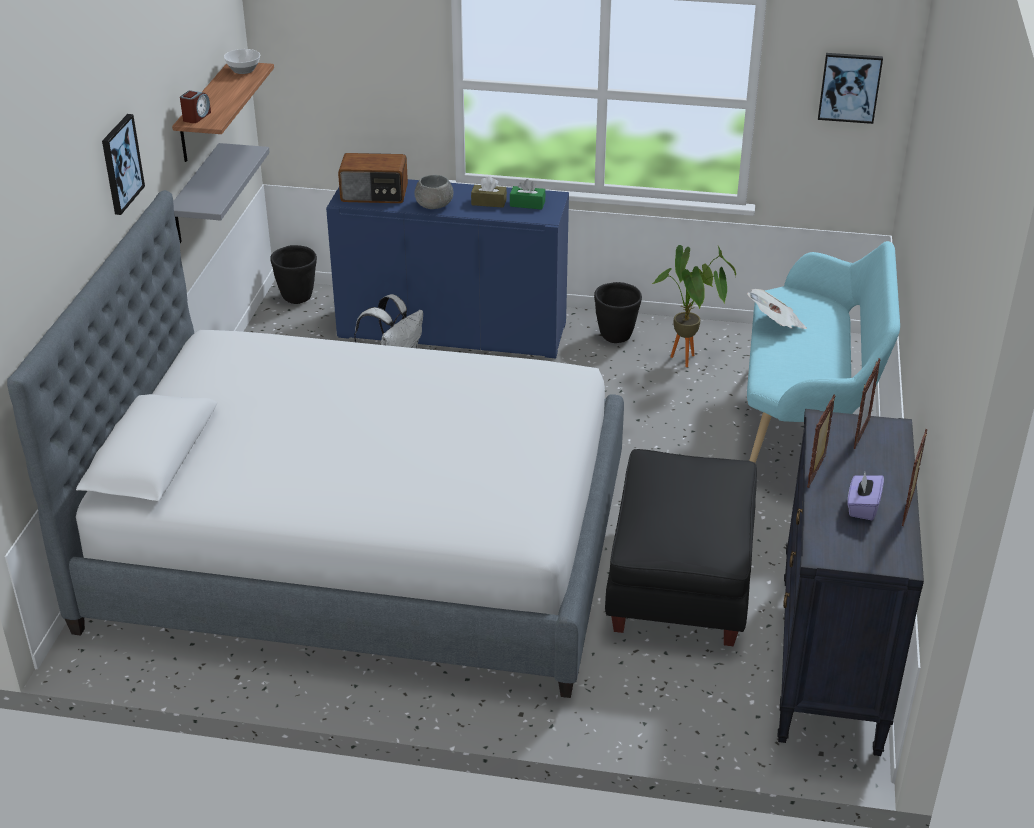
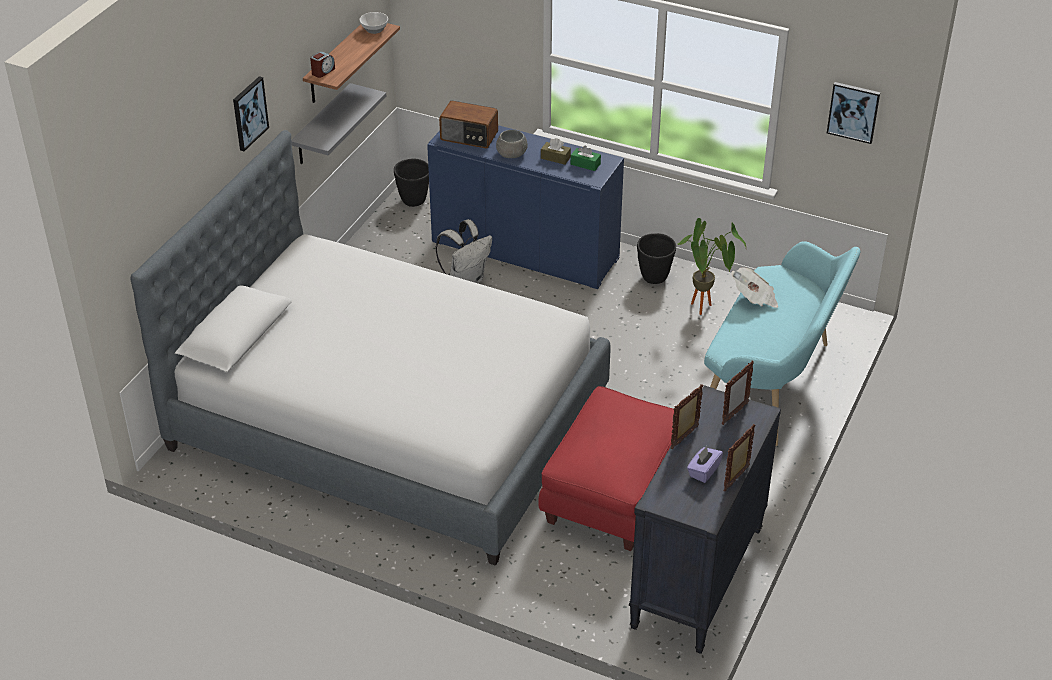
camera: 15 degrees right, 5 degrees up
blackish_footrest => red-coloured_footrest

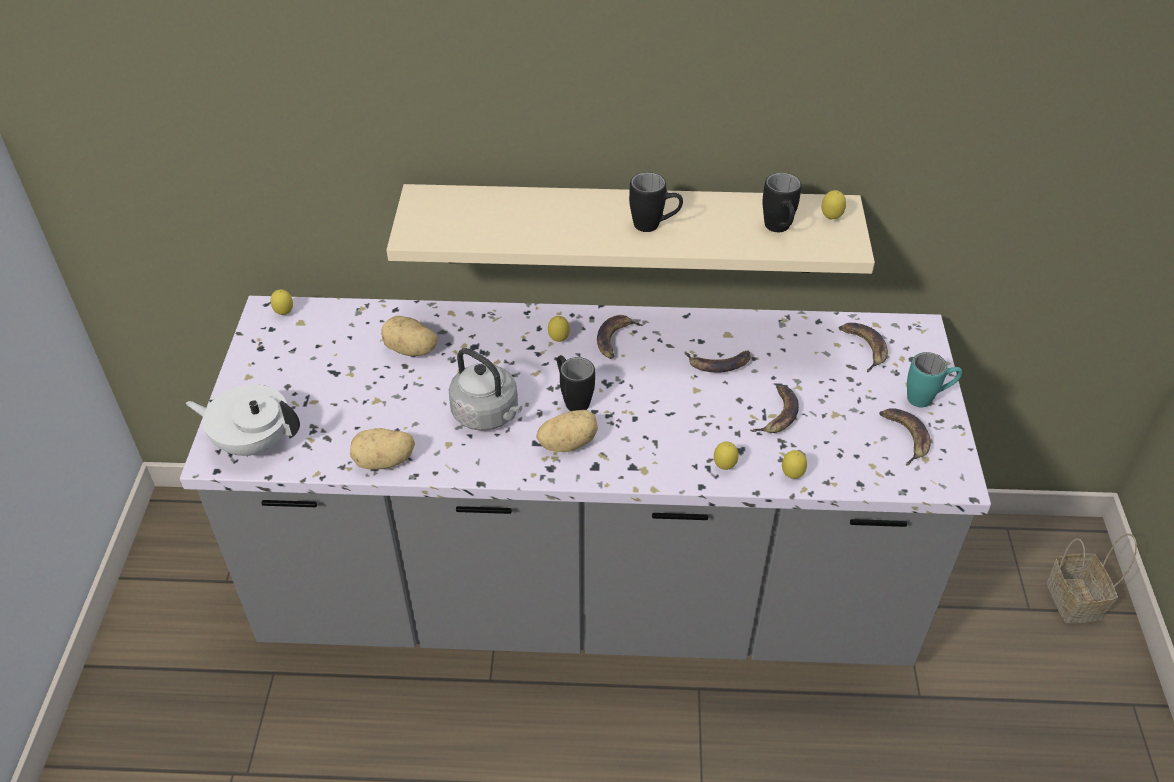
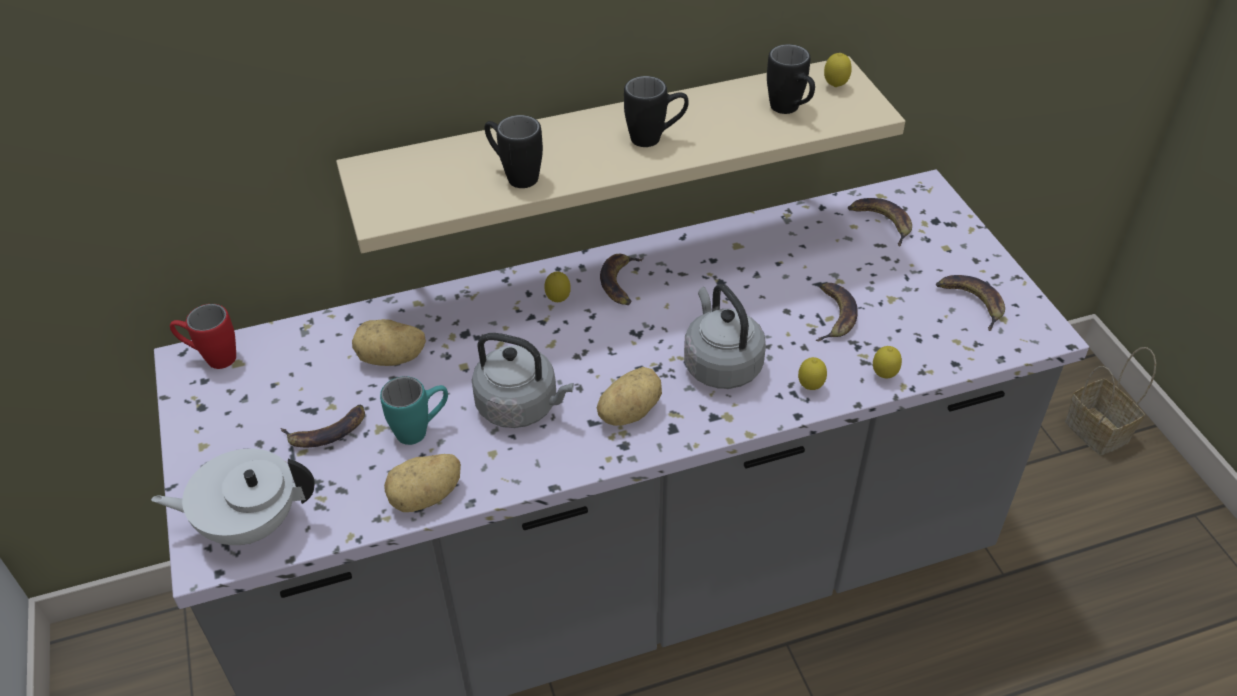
camera: 20 degrees left, 0 degrees up
nothing => gray_kettle (no. 2 from left)
blackish_coffee_mug (no. 1 from left), shifted
banana (no. 2 from left in the first image) => banana (no. 1 from left), shifted
turquoise-coloured_coffee_mug, shifted
lemon (no. 1 from left) => red-coloured_coffee_mug

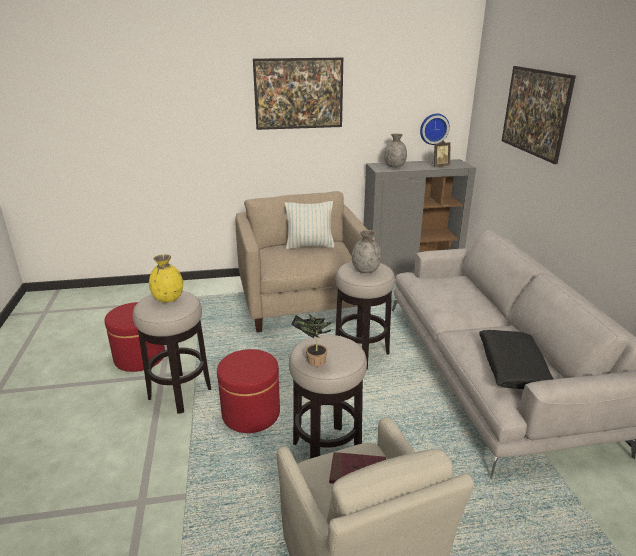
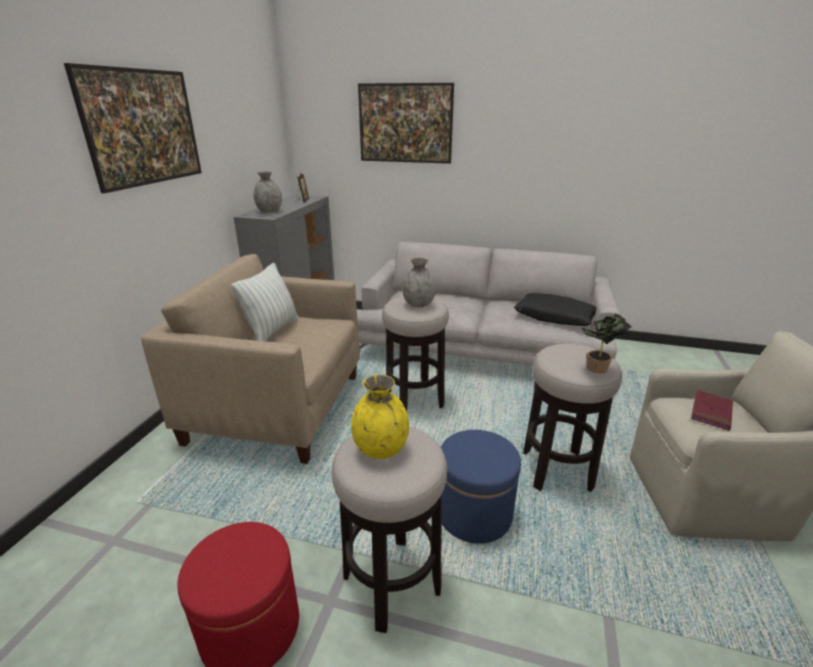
camera: 65 degrees left, 0 degrees up
hanging_clock => nothing
red-coloured_footrest (no. 2 from left) => blue-coloured_footrest

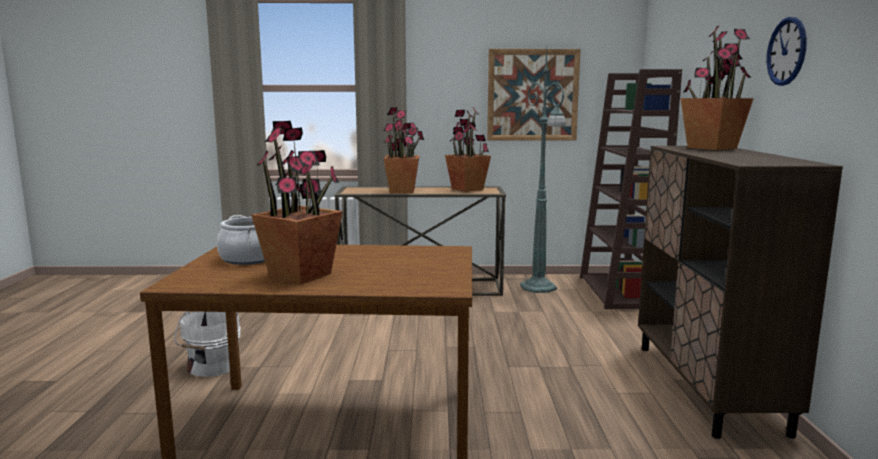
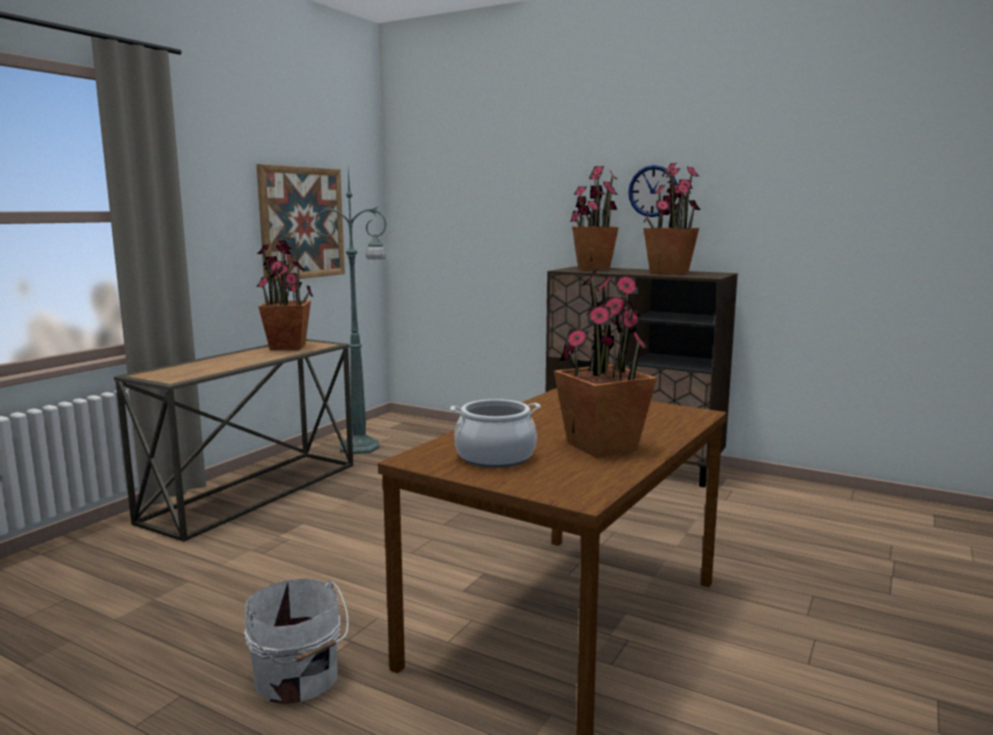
camera: 60 degrees left, 0 degrees up
brown-coloured_shelving_unit => nothing
houseplant (no. 2 from left in the first image) => houseplant (no. 4 from left), shifted

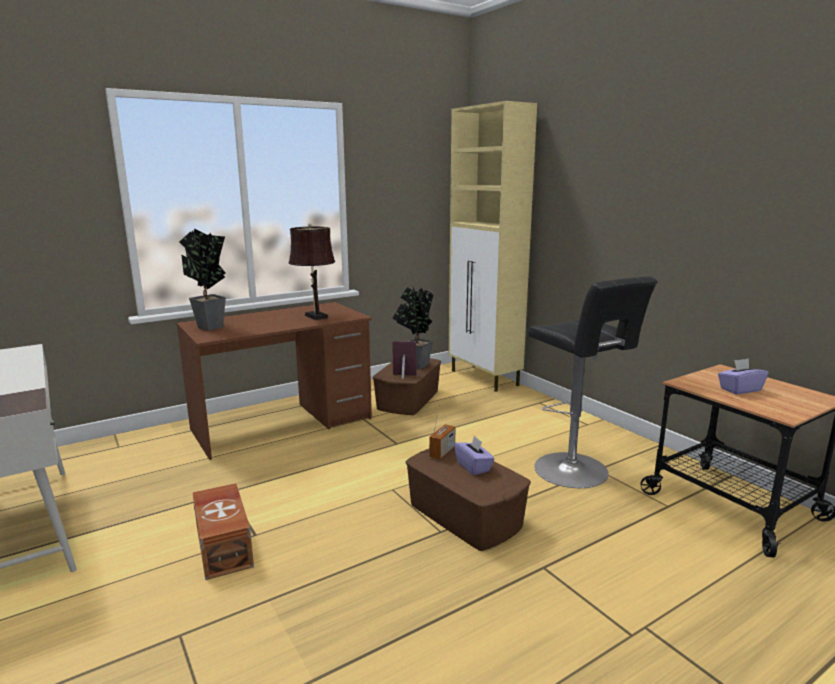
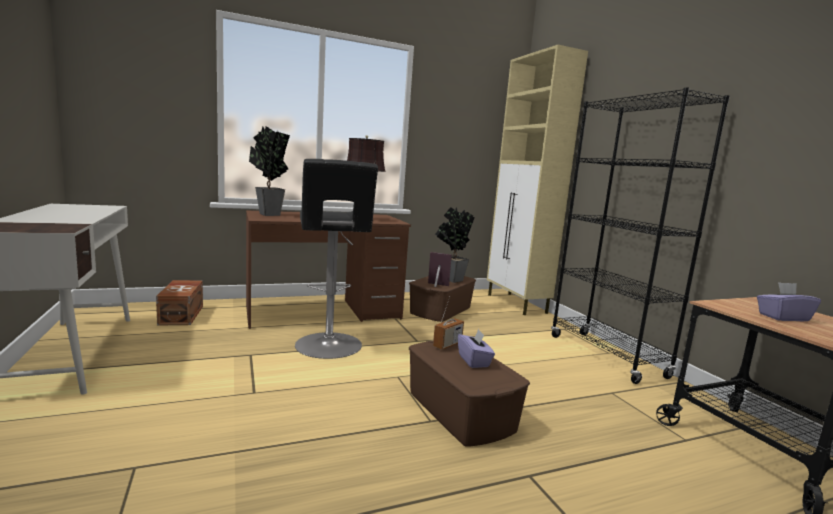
camera: 10 degrees right, 5 degrees down
nothing => blackish_shelving_unit
brown-coloured_storage_box (no. 1 from left), shifted
blackish_stool, shifted

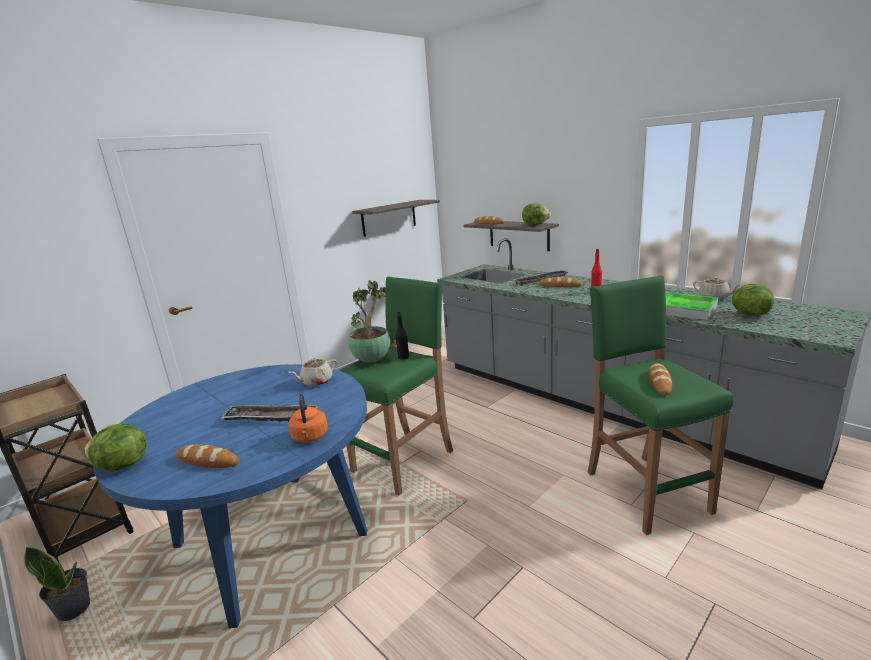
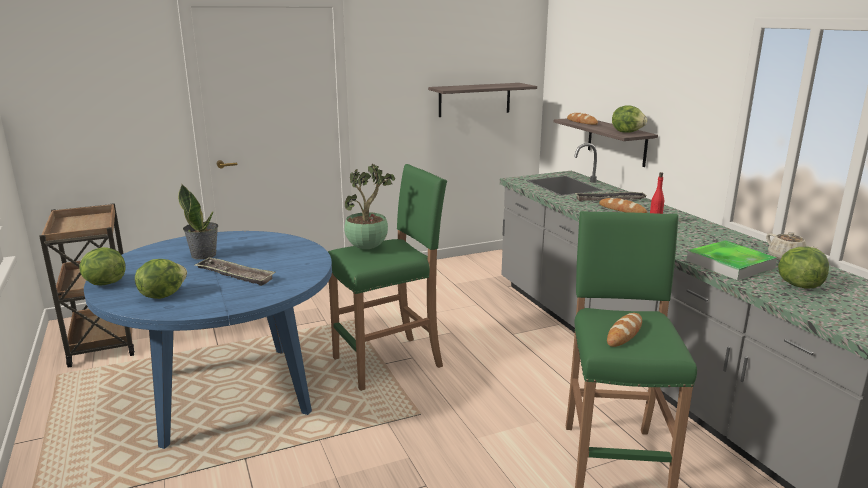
camera: 20 degrees right, 0 degrees up
sand-coloured_teapot (no. 1 from left) => nothing
orangey_kettle => nothing
blackish_beverage_bottle => nothing
houseplant (no. 1 from left), shifted
bakery_bread (no. 1 from left) => head_of_lettuce (no. 2 from left)

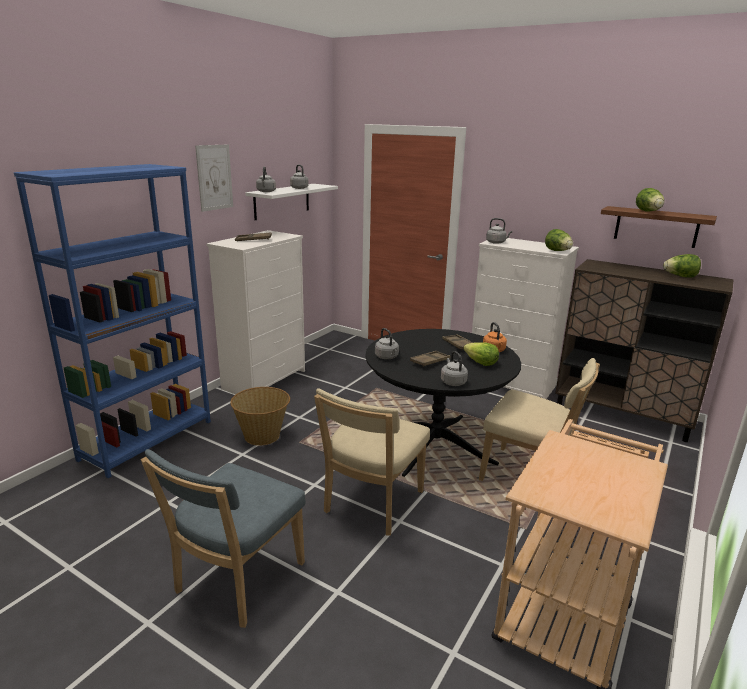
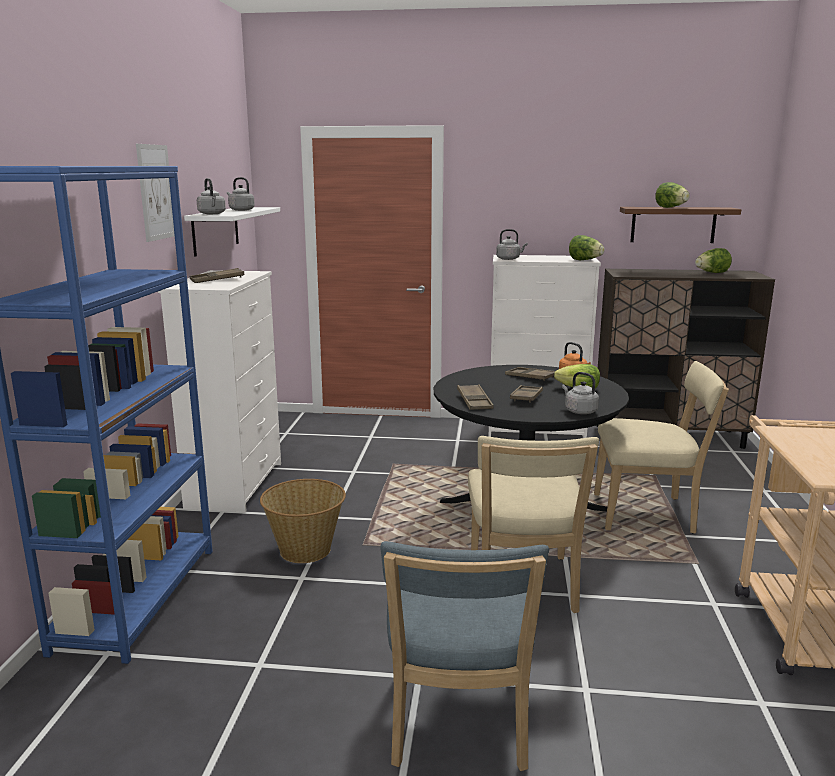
camera: 25 degrees left, 5 degrees down
gray_kettle (no. 3 from left) => brown-coloured_serving_tray (no. 2 from left)

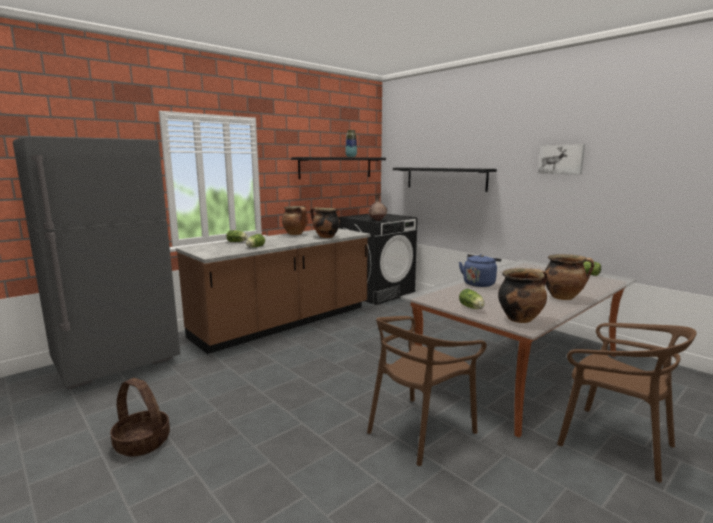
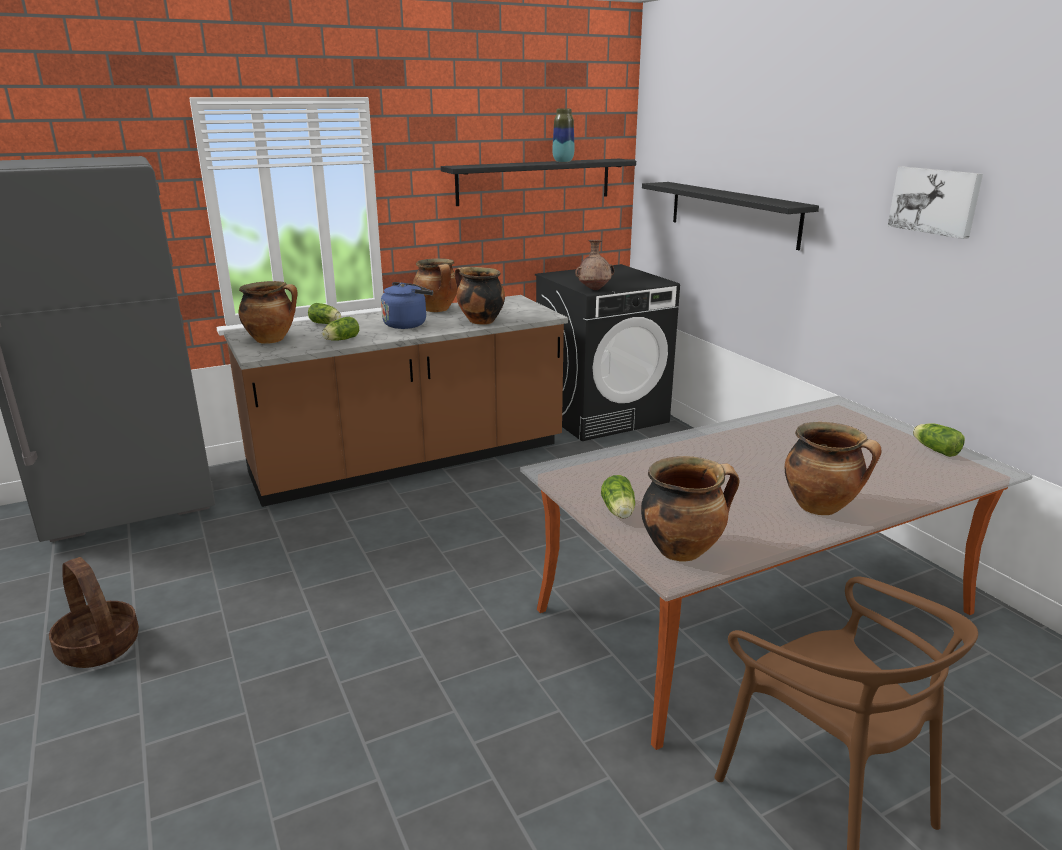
camera: 15 degrees right, 10 degrees up
brown-coloured_chair (no. 1 from left) => nothing
nothing => cooking_pot (no. 1 from left)
blue-coloured_kettle, shifted

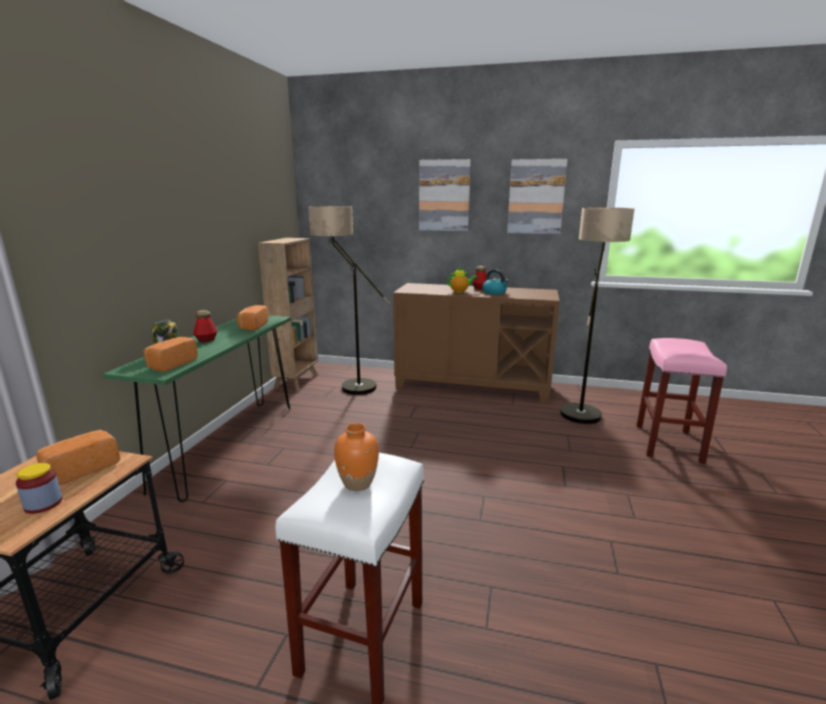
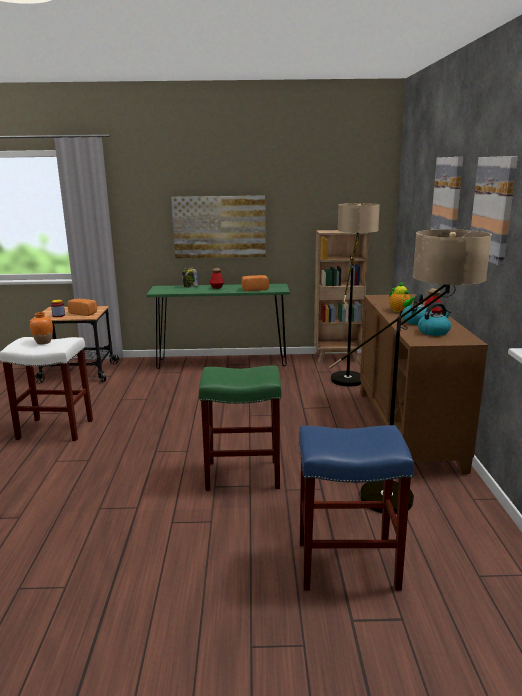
camera: 75 degrees right, 0 degrees up
bakery_bread (no. 2 from left) => nothing
nothing => picture (no. 1 from left)
nothing => green_stool
nothing => kettle (no. 2 from left)
pink_stool => blue-coloured_stool

